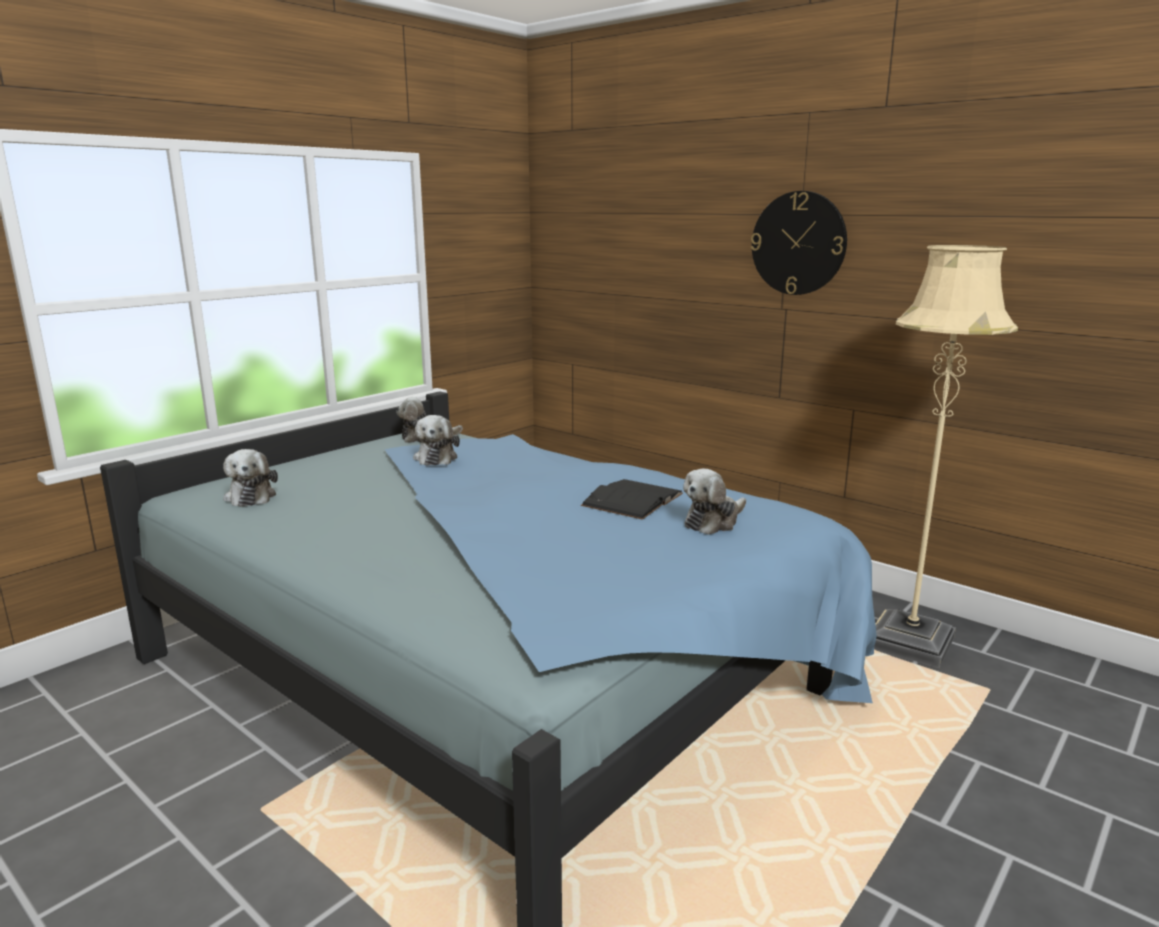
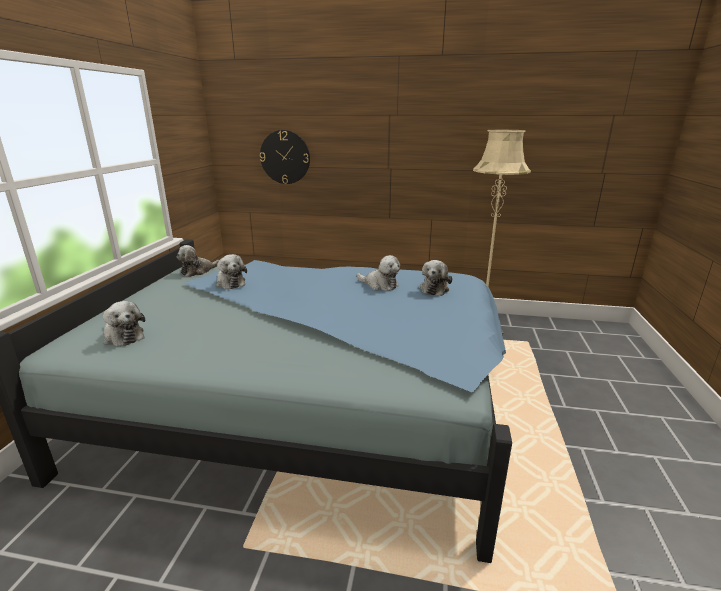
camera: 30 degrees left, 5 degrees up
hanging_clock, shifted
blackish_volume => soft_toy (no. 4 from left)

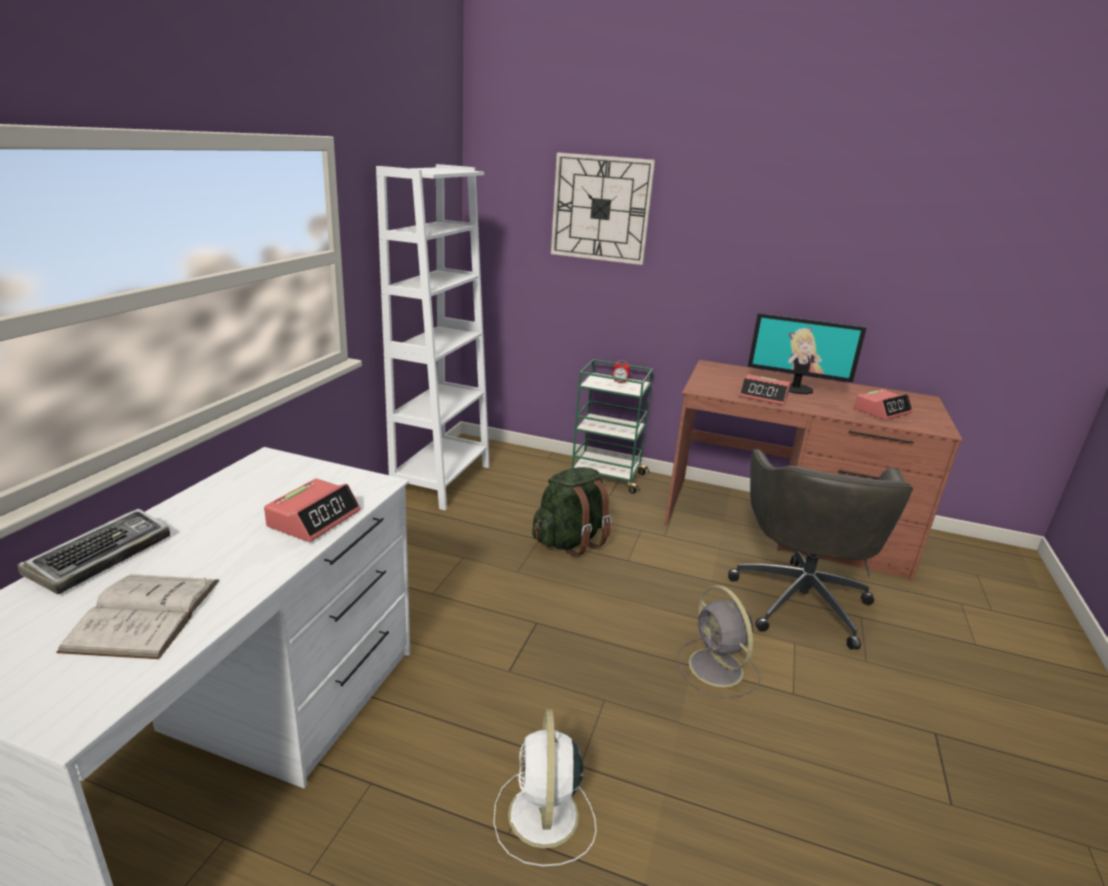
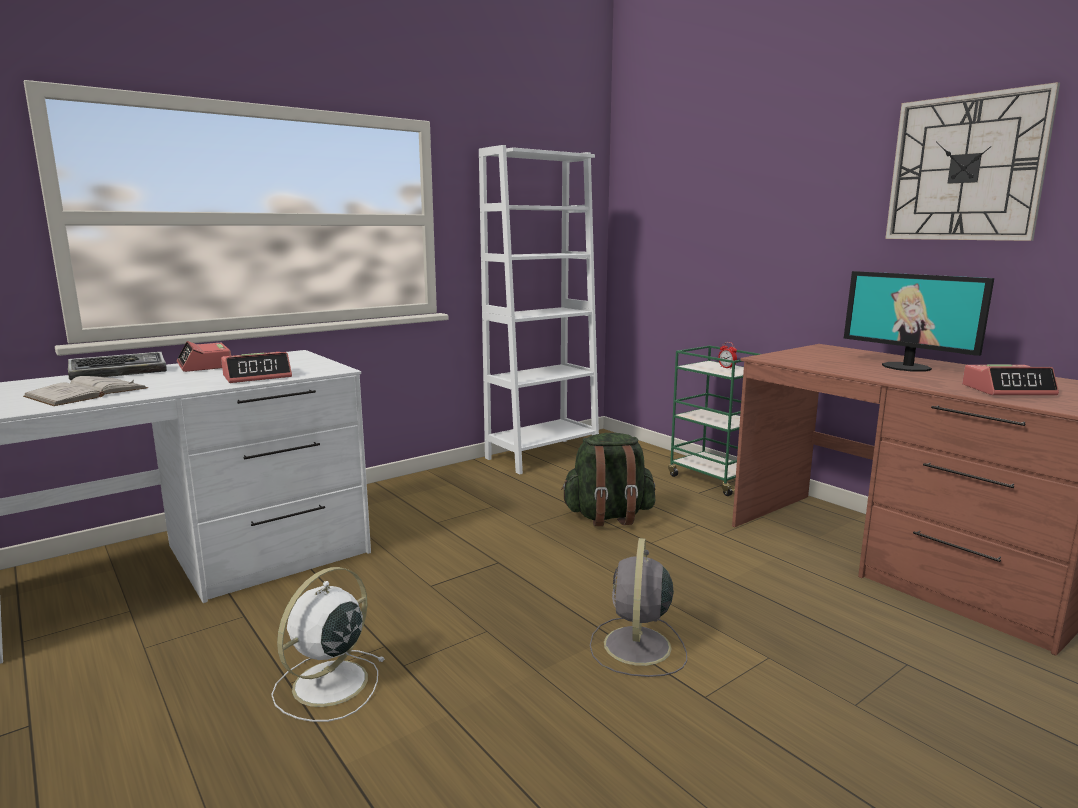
camera: 35 degrees right, 10 degrees down
gray_office_chair => nothing
hanging_clock, shifted
alarm_clock (no. 3 from left in the first image) => alarm_clock (no. 1 from left), shifted

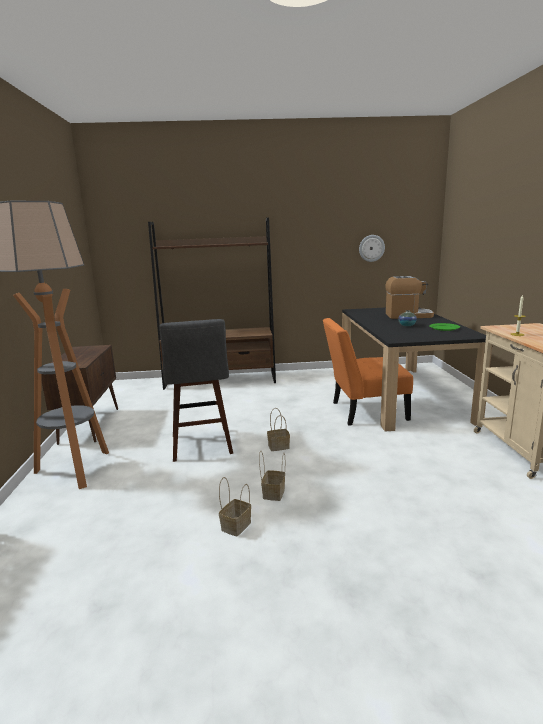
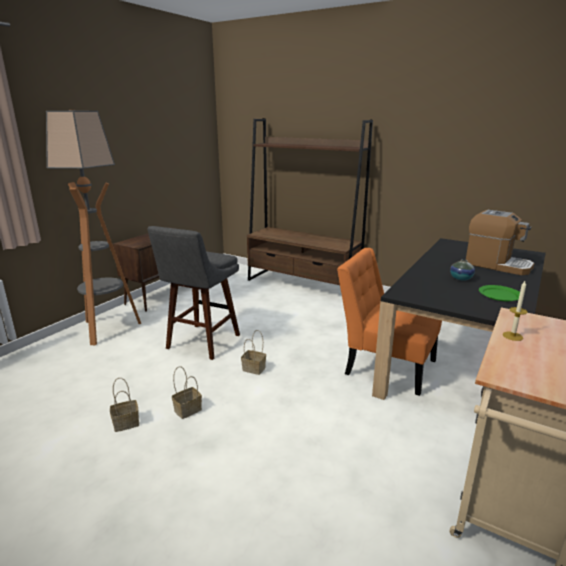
camera: 35 degrees right, 5 degrees up
hanging_clock => nothing

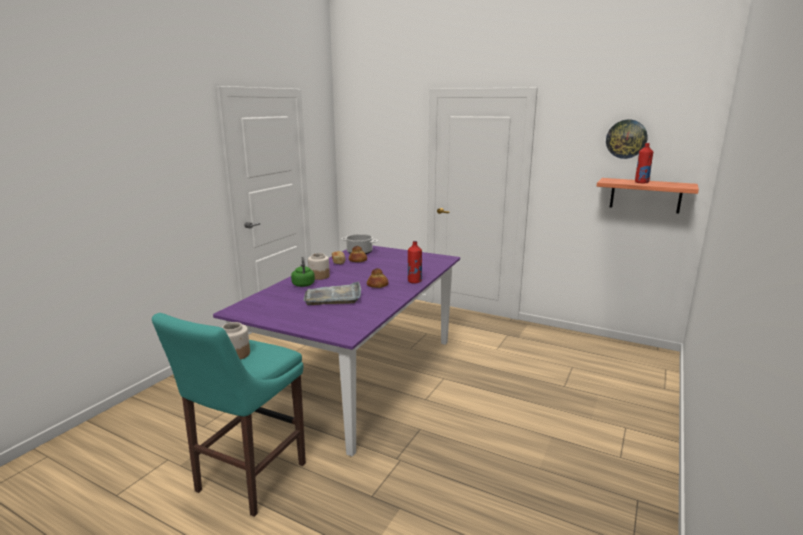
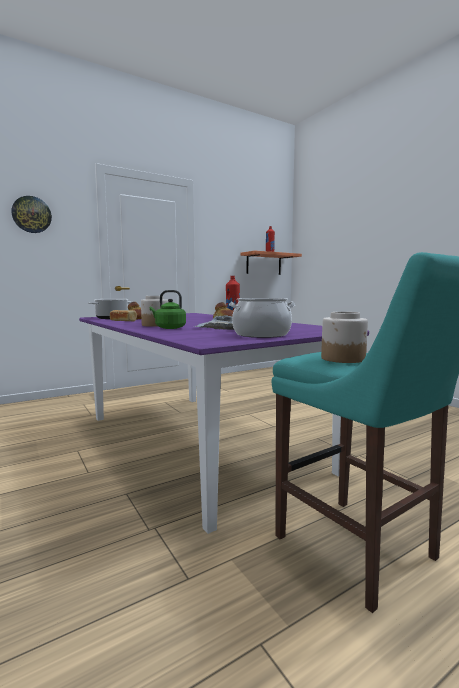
camera: 60 degrees left, 10 degrees down
nothing => cooking_pot (no. 2 from left)
hanging_clock, shifted

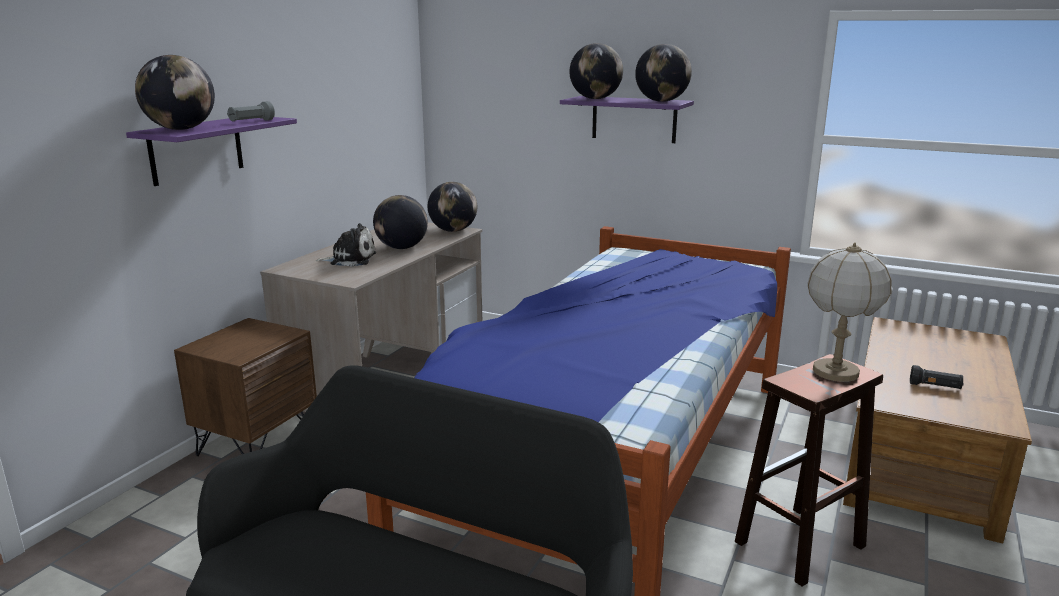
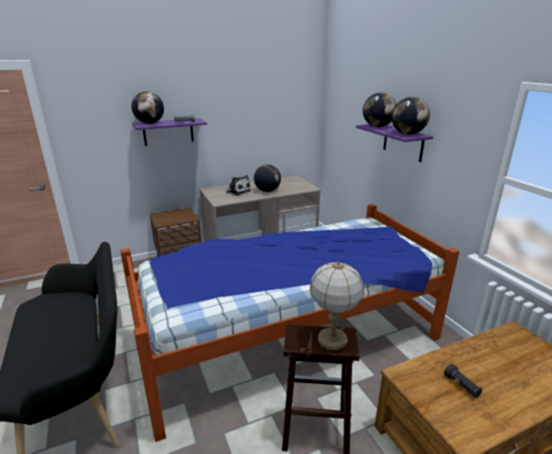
camera: 40 degrees right, 5 degrees up
world_globe (no. 3 from left) => nothing

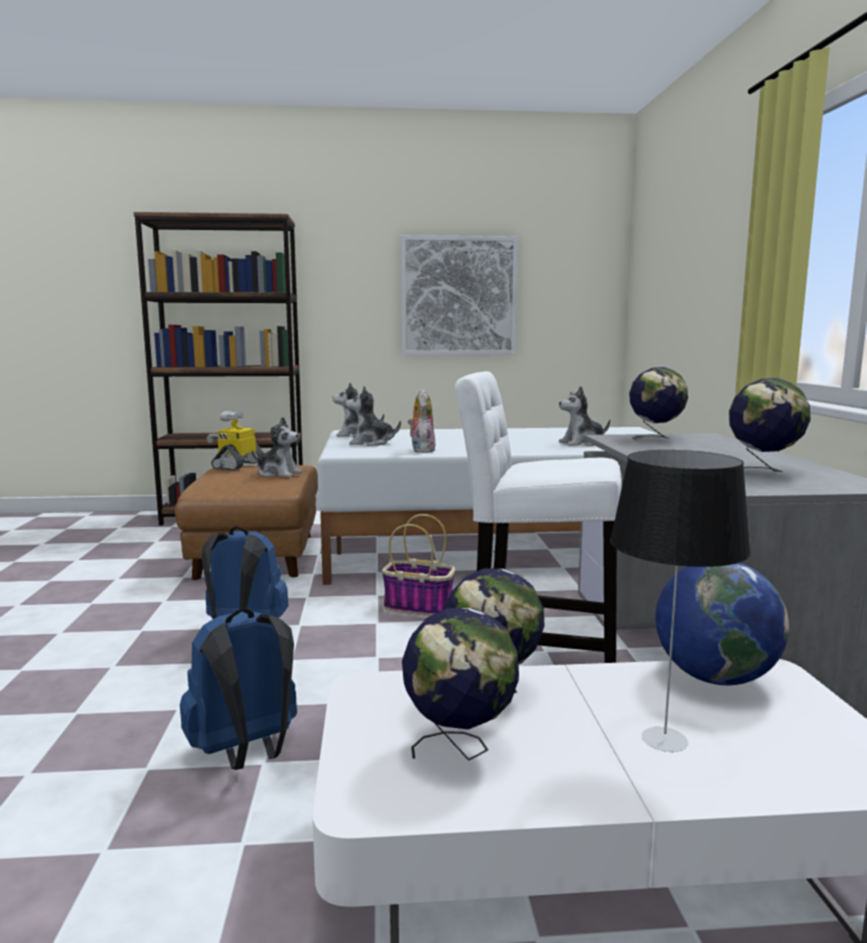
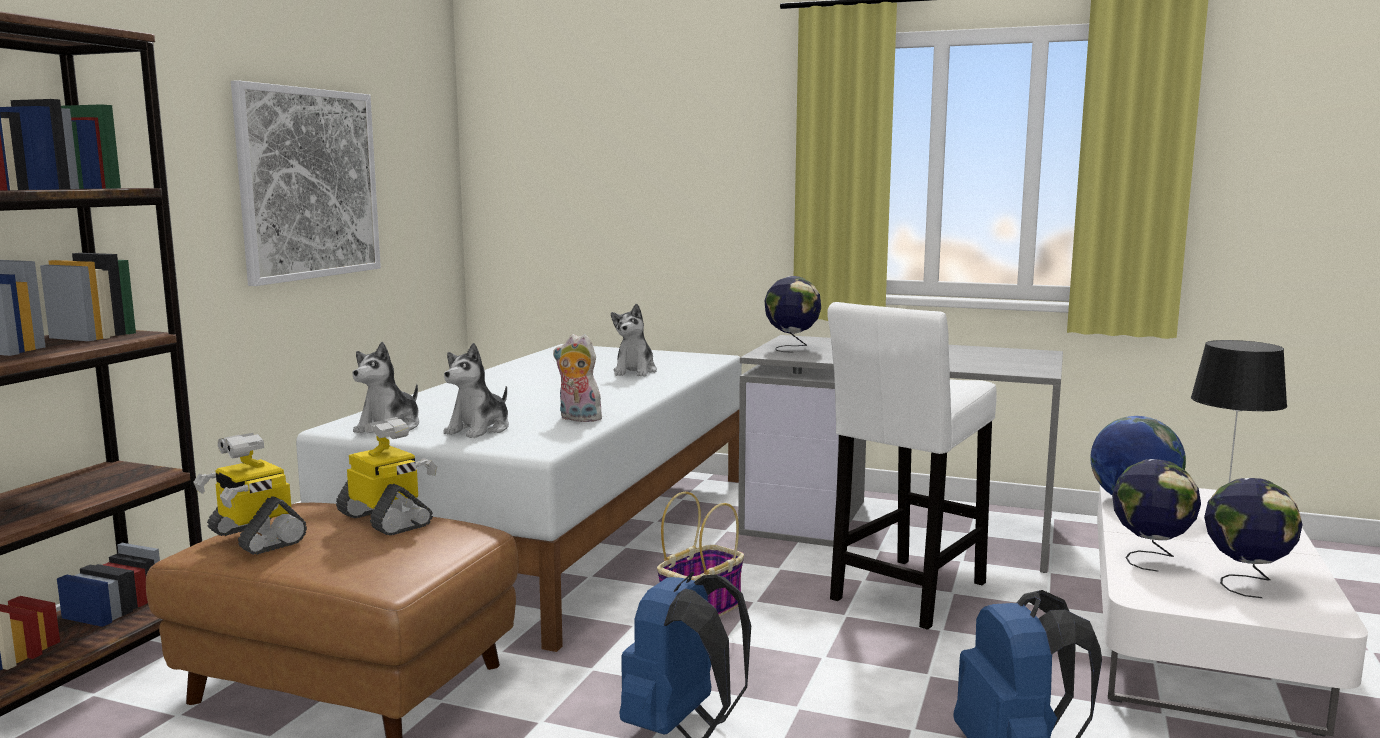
camera: 65 degrees left, 0 degrees up
world_globe (no. 5 from left) => nothing
soft_toy (no. 1 from left) => toy_robot (no. 2 from left)

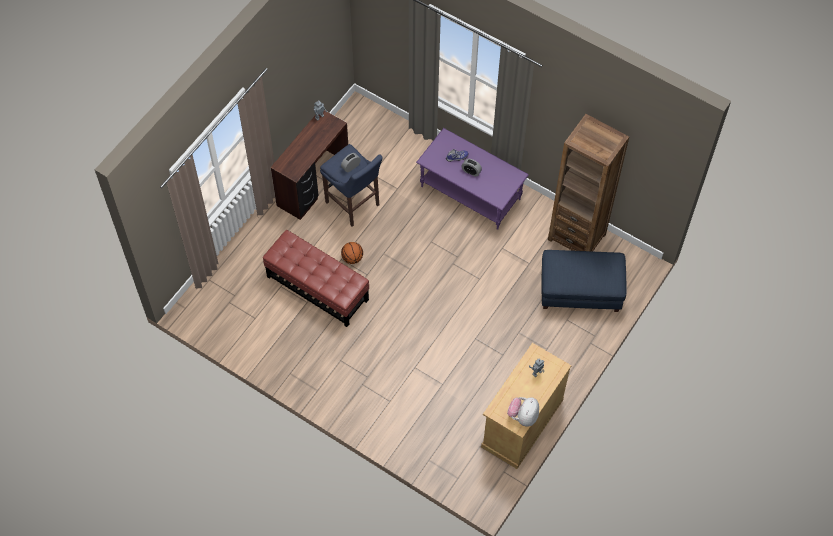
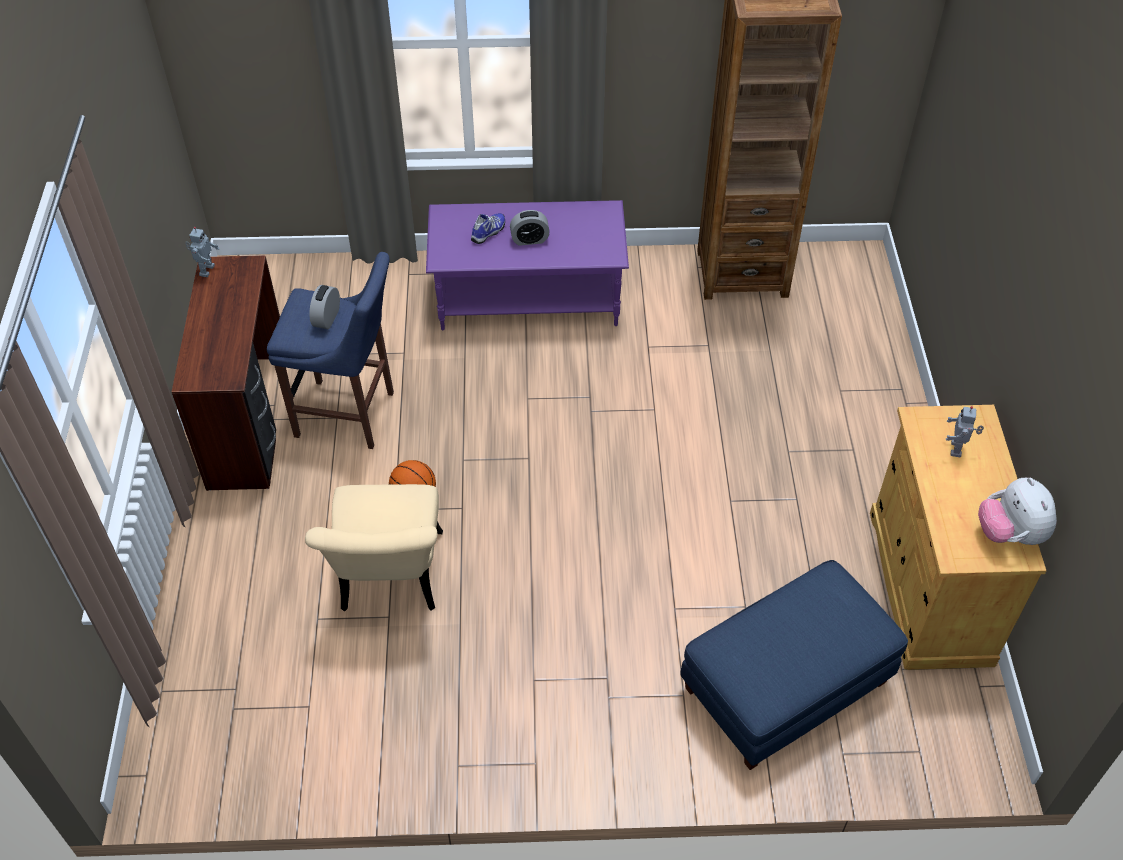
camera: 35 degrees left, 10 degrees down
blue-coloured_footrest, shifted
red-coloured_footrest => sand-coloured_chair

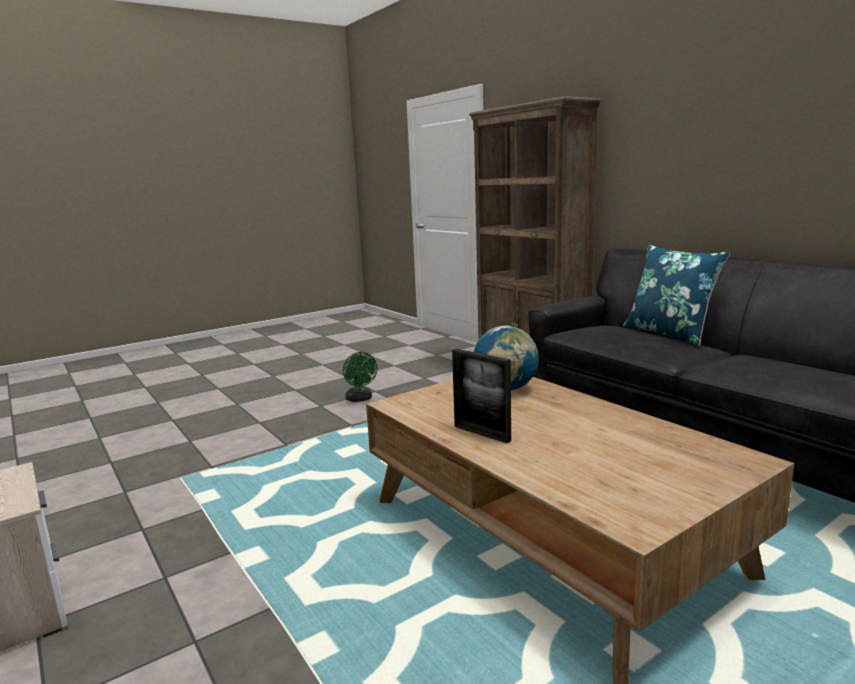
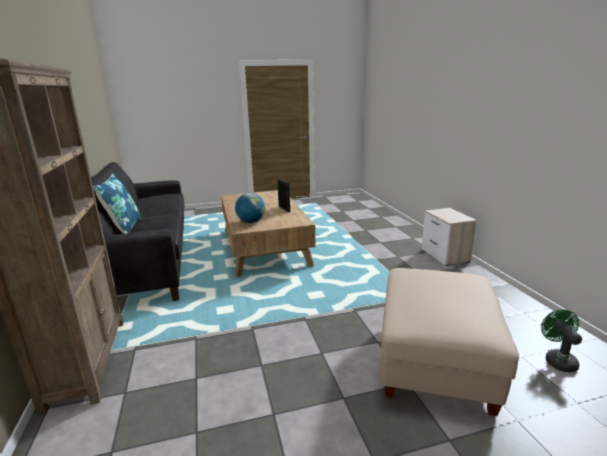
camera: 160 degrees left, 5 degrees up
nothing => sand-coloured_footrest
green_electric_fan, shifted

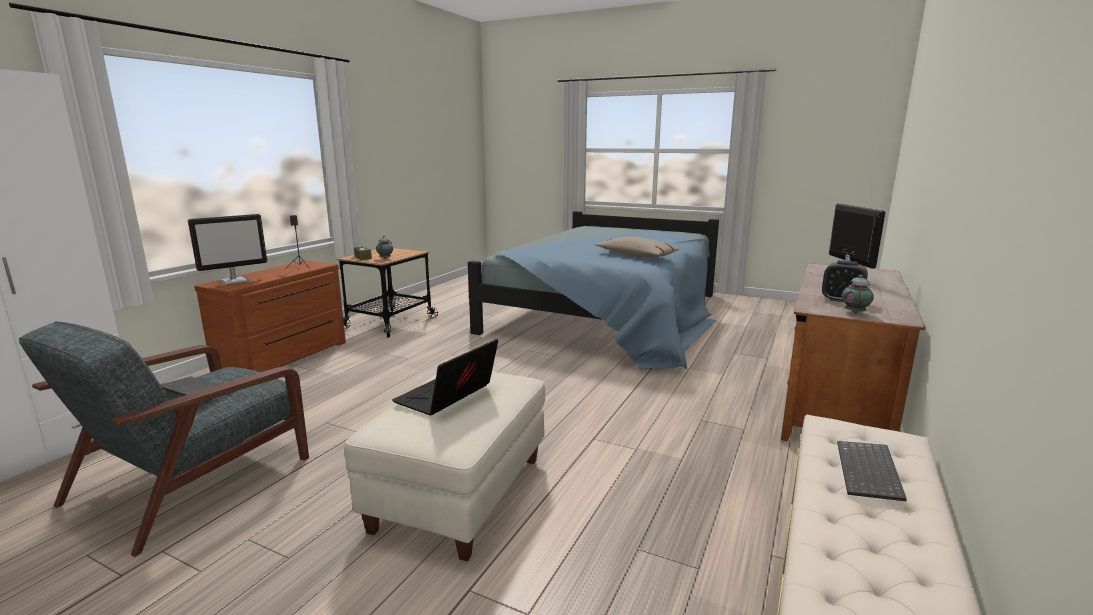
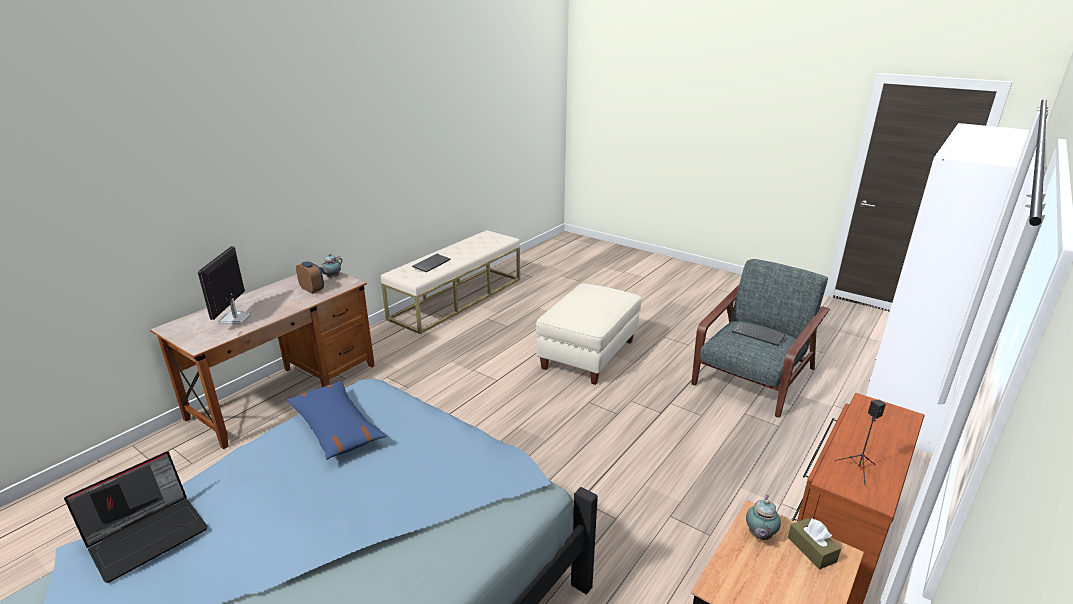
camera: 170 degrees left, 10 degrees up
computer_display (no. 1 from left) => nothing
notebook_computer, shifted
sand-coloured_cushion => blue-coloured_cushion

